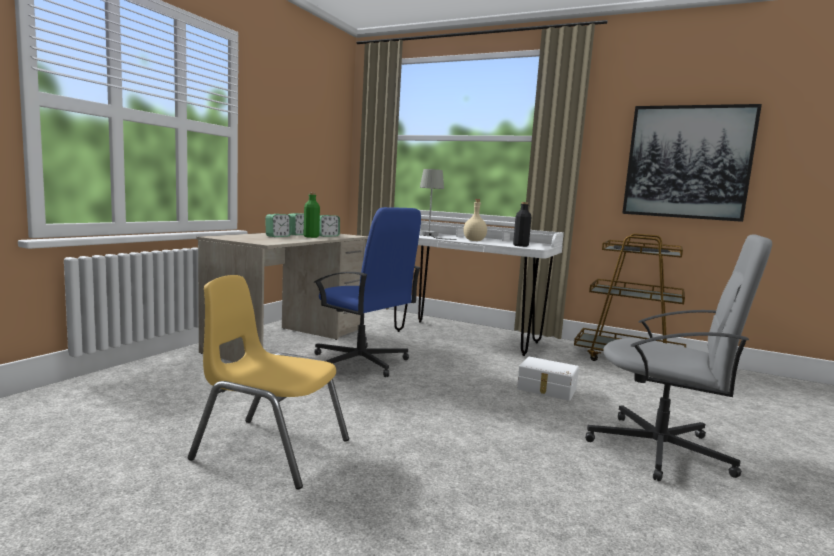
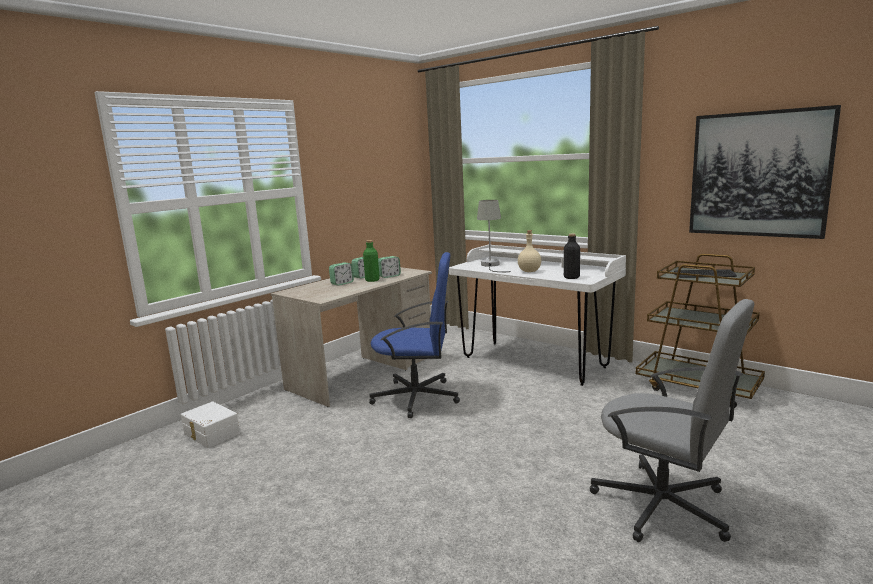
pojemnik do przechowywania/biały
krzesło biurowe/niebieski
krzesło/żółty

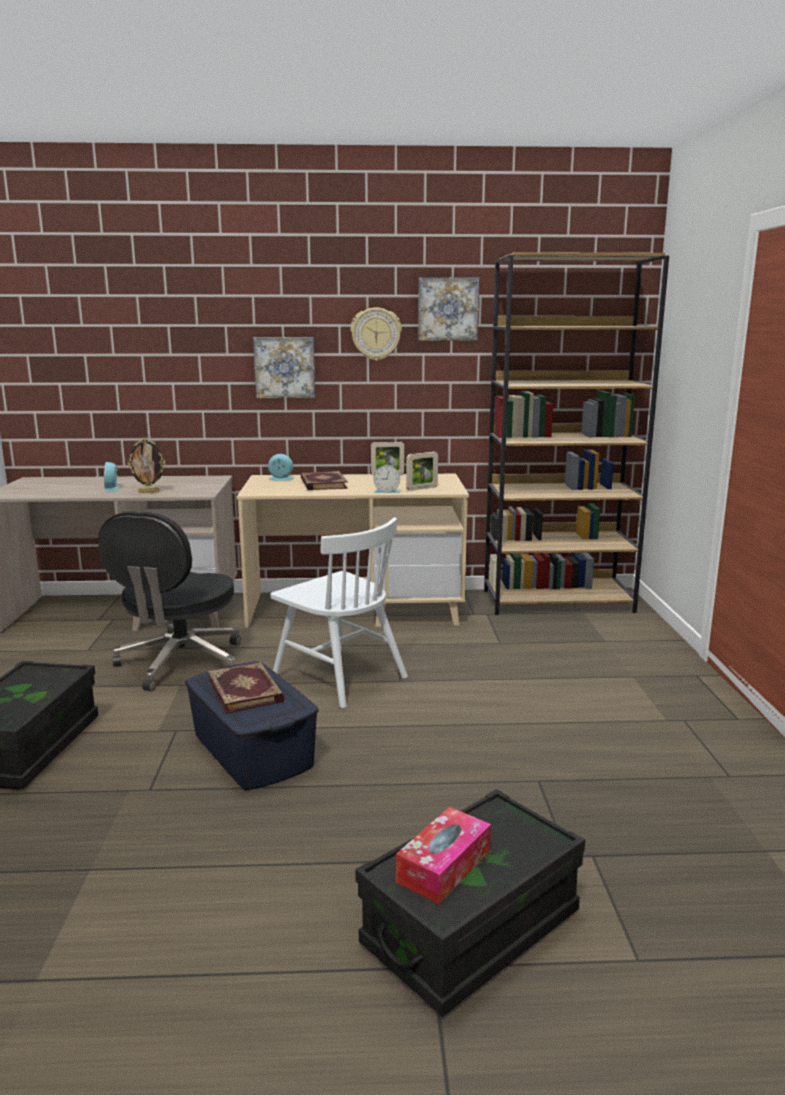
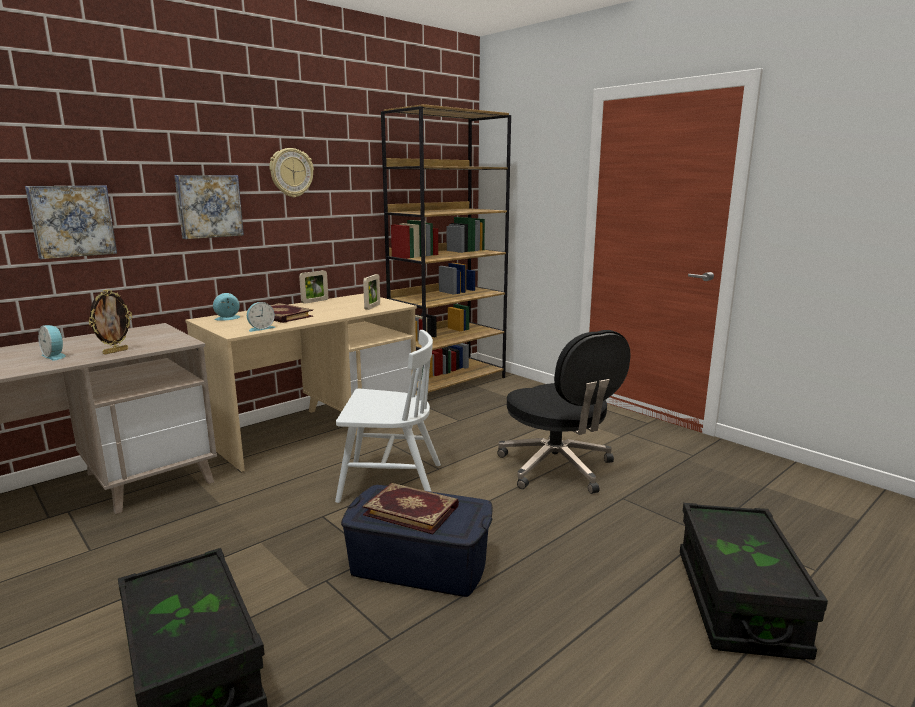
obraz (1st from left)
budzik (3rd from left)
krzesło biurowe/czarny
pudełko chusteczek

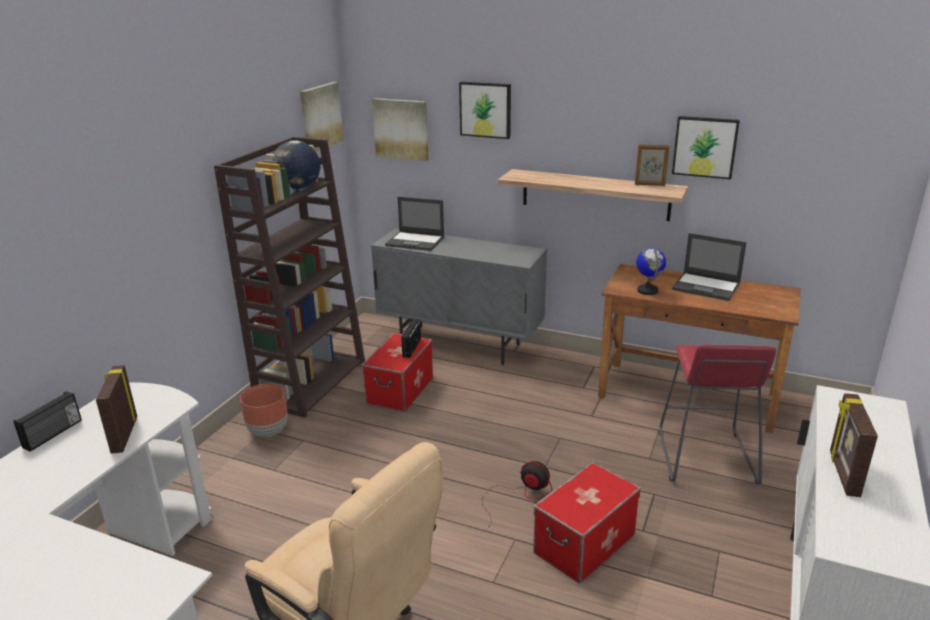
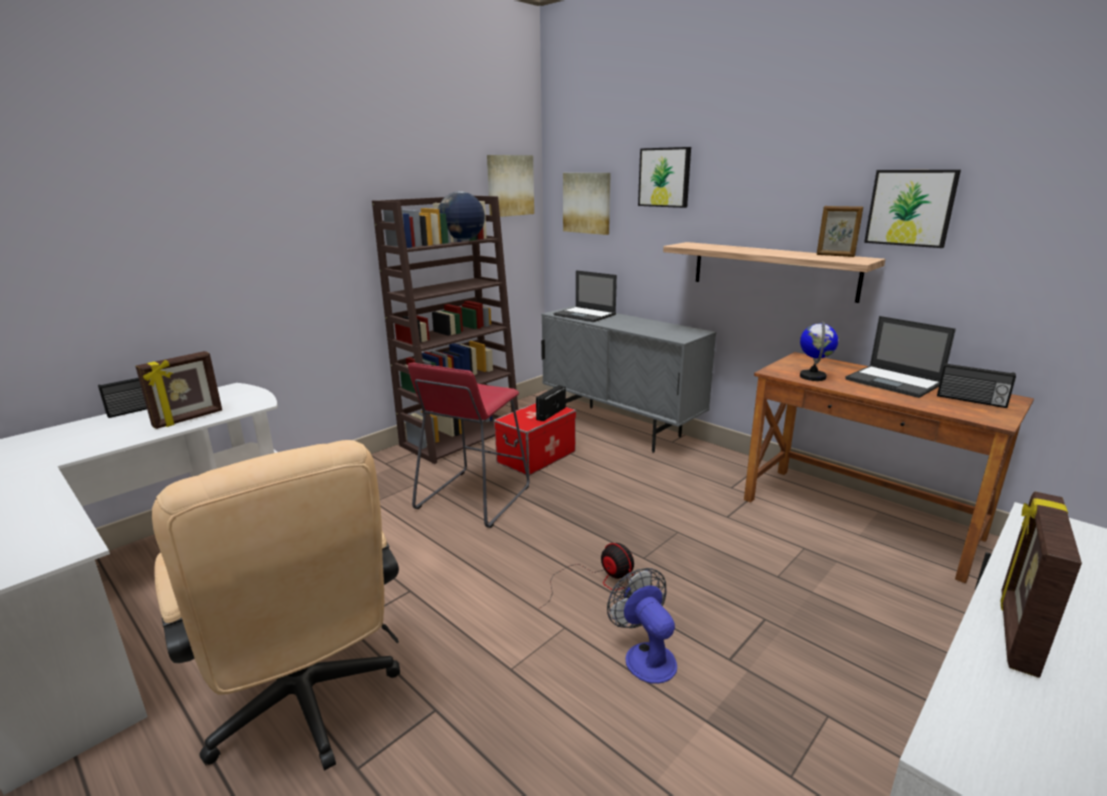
ramka na zdjęcie (1st from left)
stołek/czerwony
wentylator (2nd from left)
radio (3rd from left)
donica/brązowy

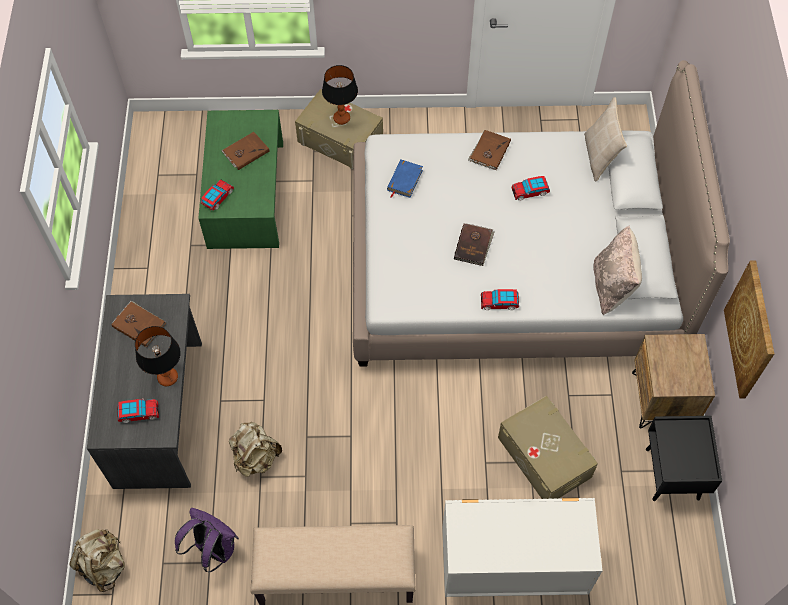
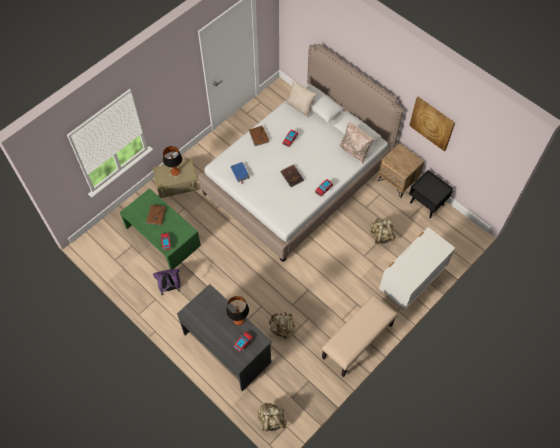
plecak/fioletowy
plecak/beżowy (3rd from left)
książka/brązowy (1st from left in the first image)

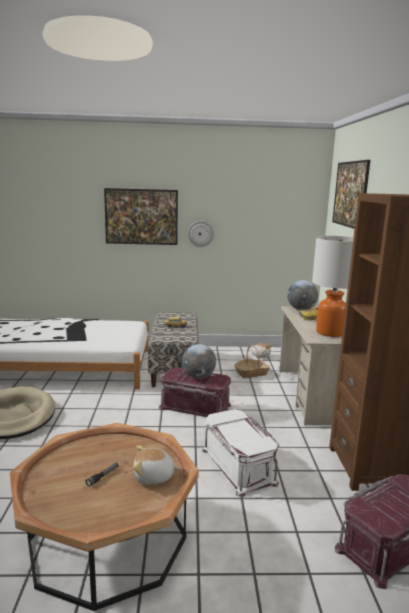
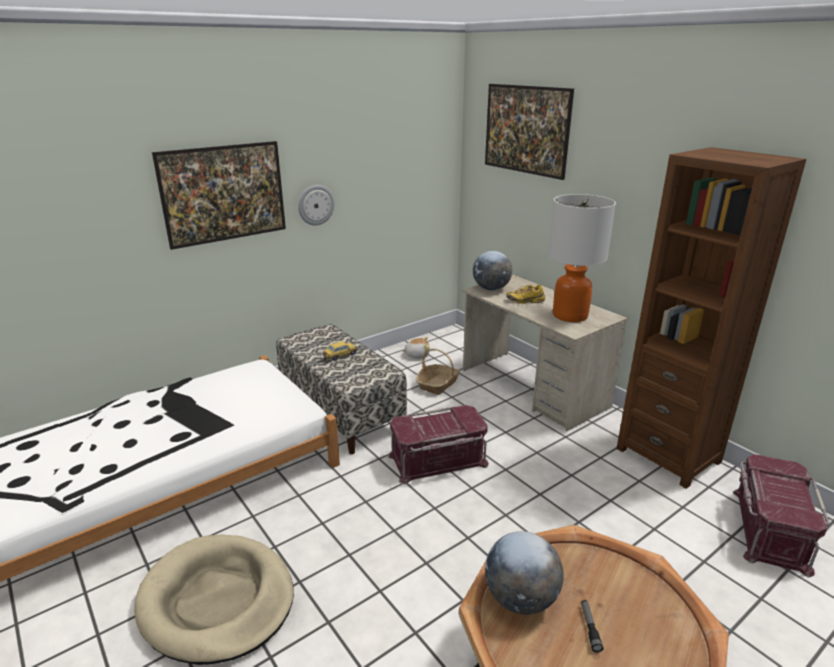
globus (2nd from left)
pluszak (1st from left in the first image)
pojemnik do przechowywania/biały

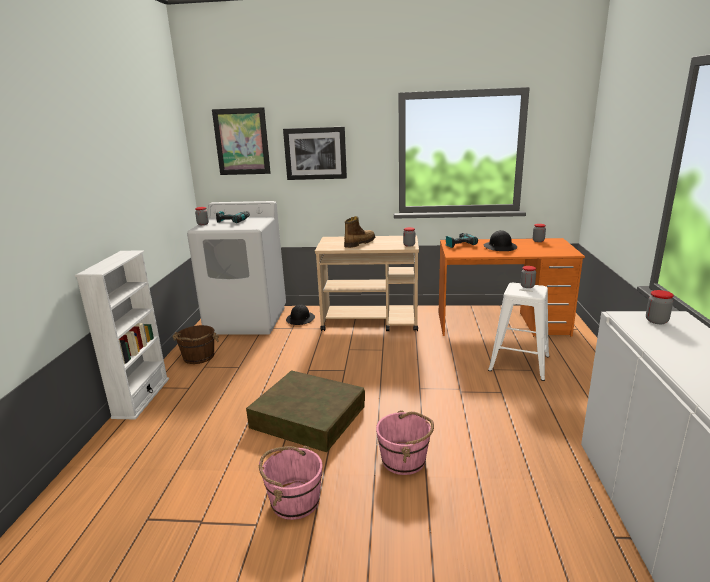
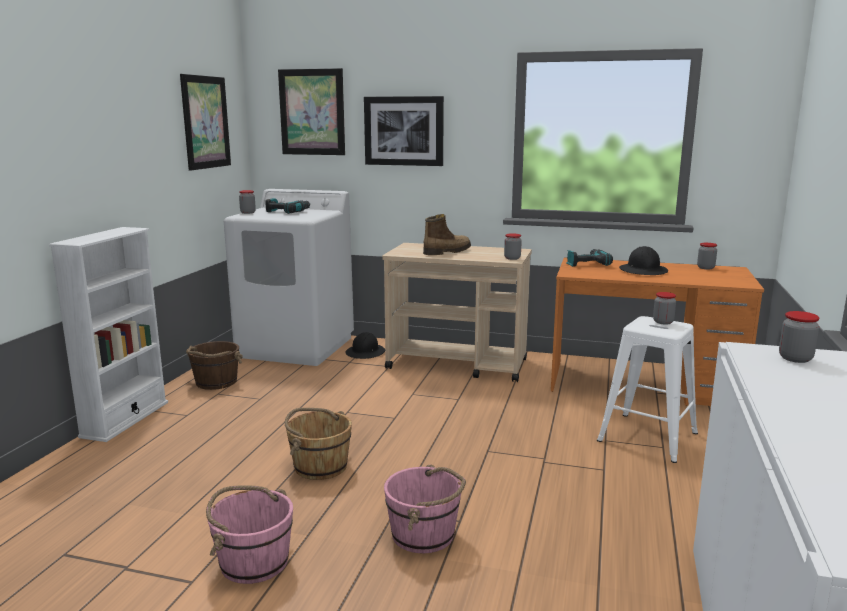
obraz (1st from left)
wiadro/brązowy (2nd from left)

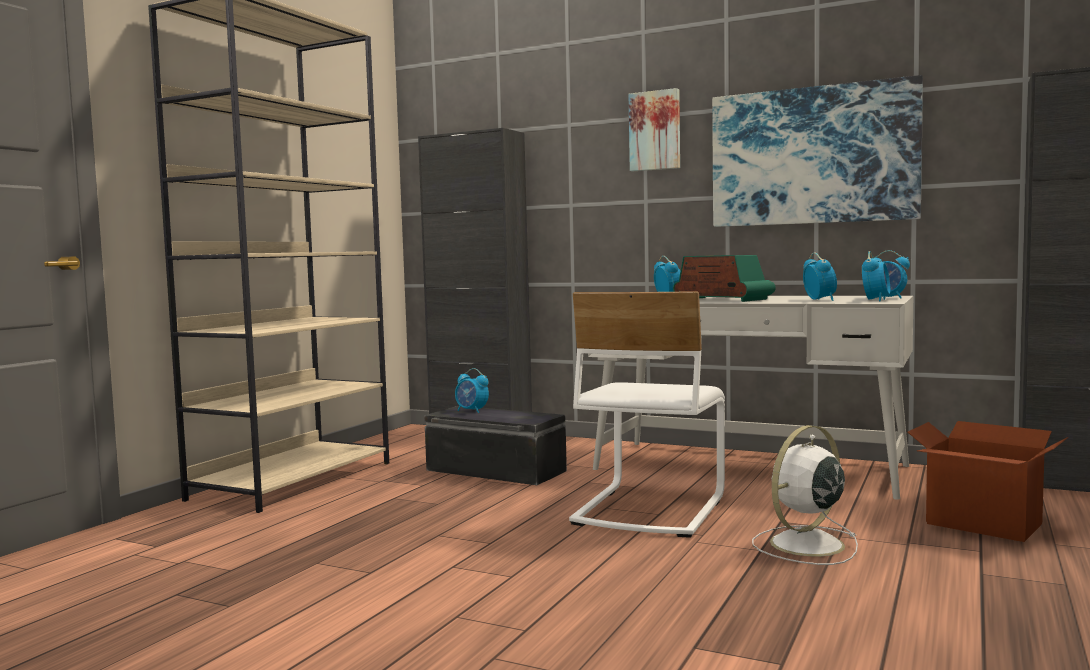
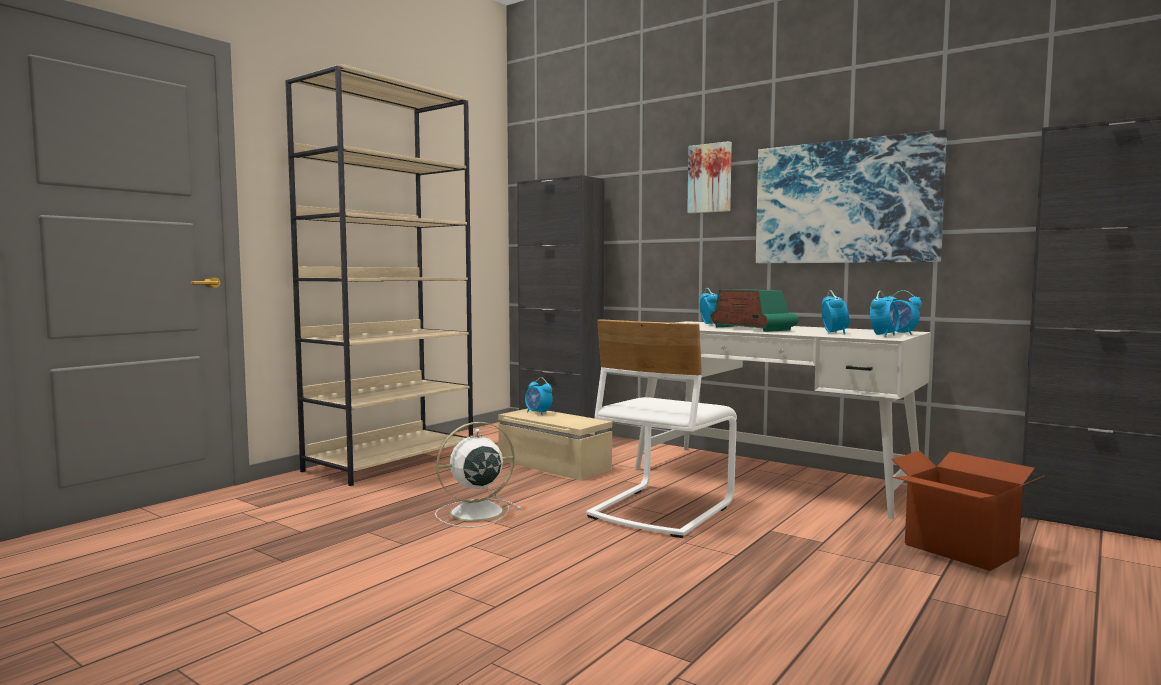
wentylator/biały
pojemnik do przechowywania/beżowy

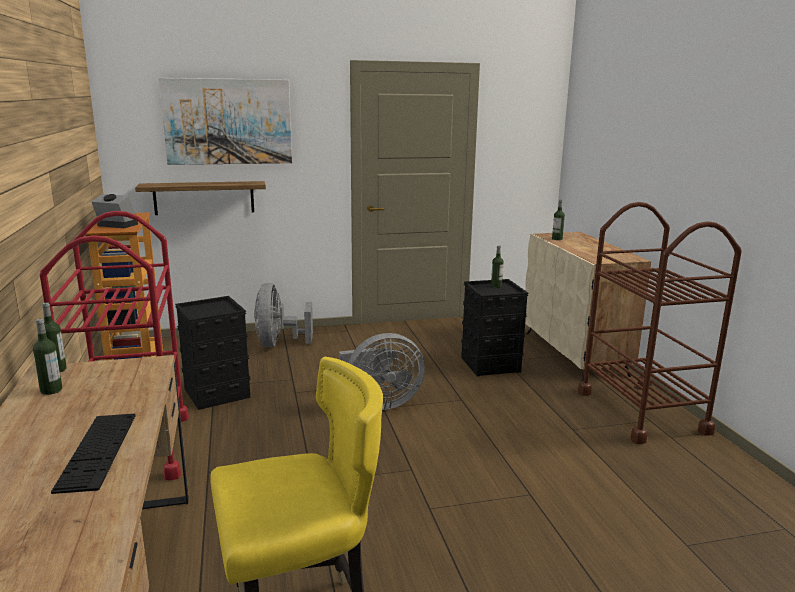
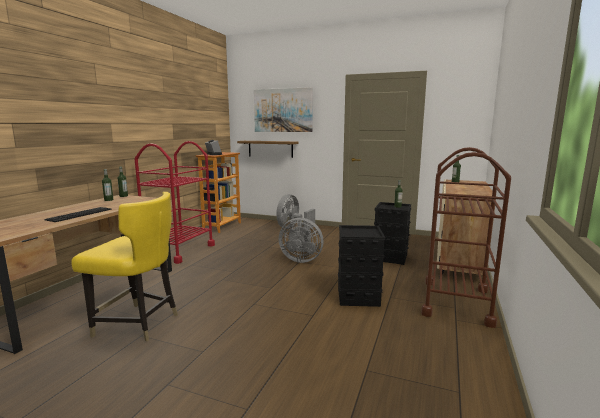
pojemnik do przechowywania/czarny (1st from left)

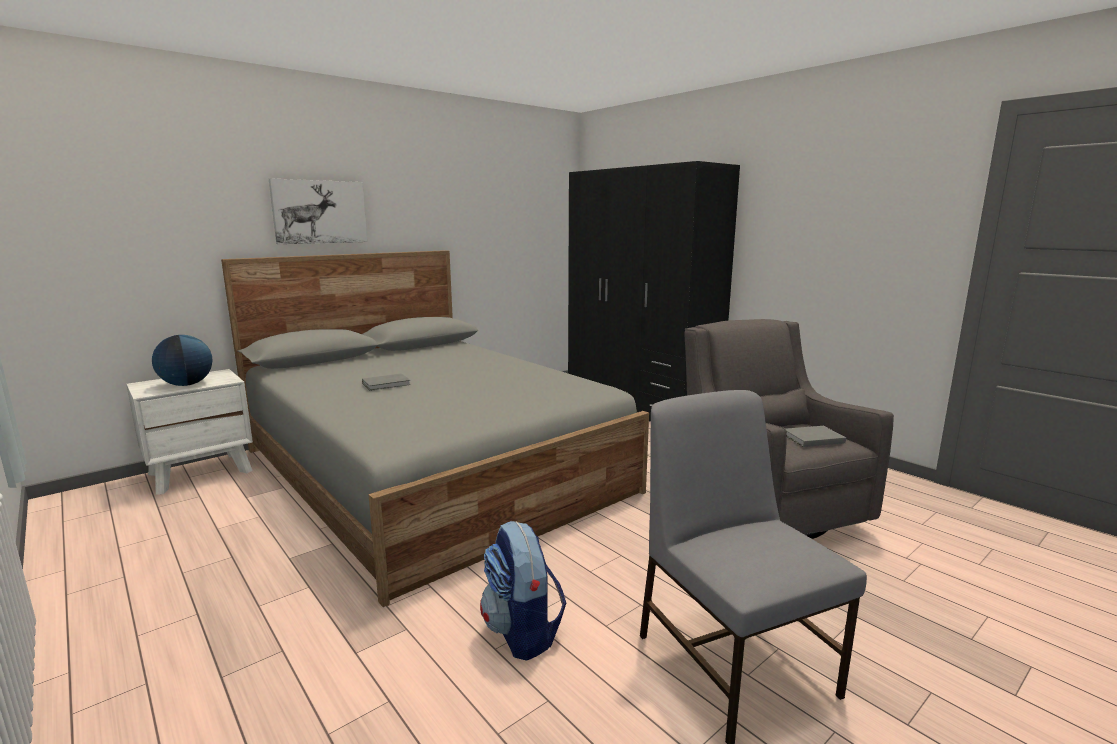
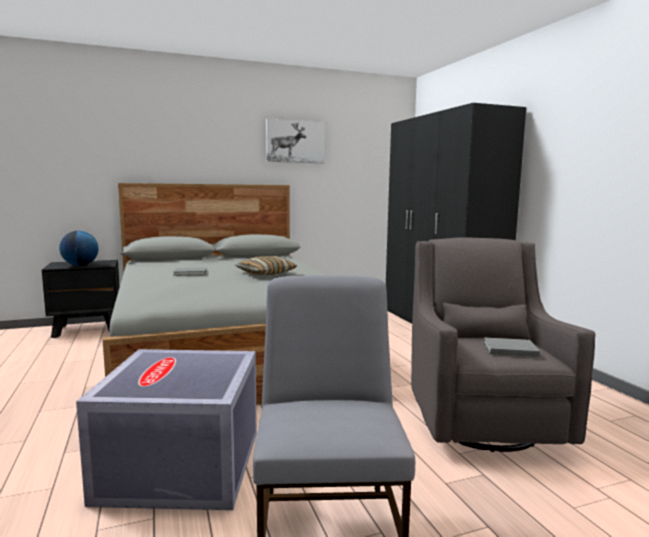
szafka nocna/czarny
pojemnik do przechowywania/szary
poduszka
obraz

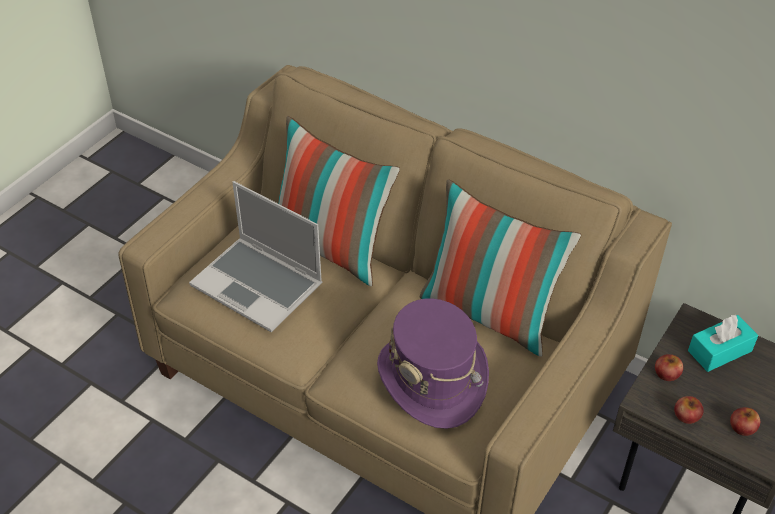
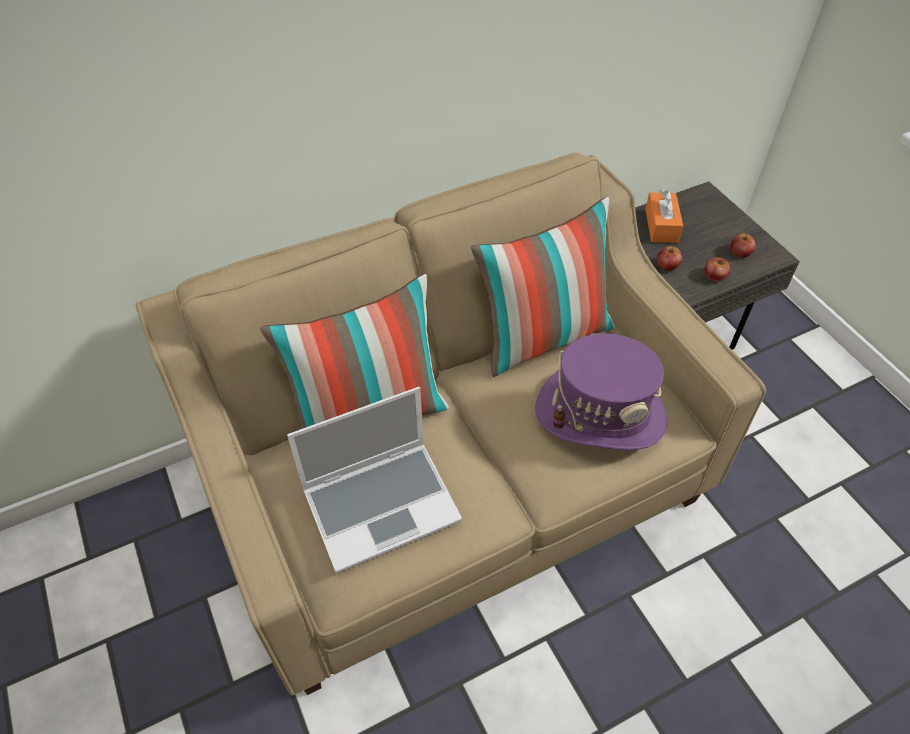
pudełko chusteczek/pomarańczowy

